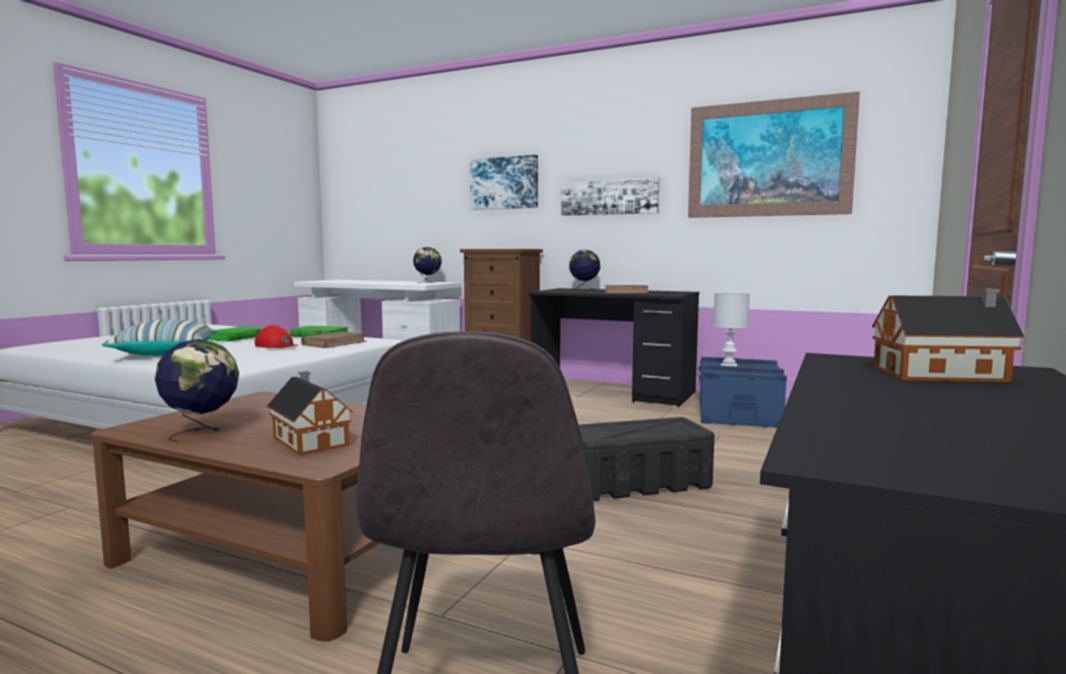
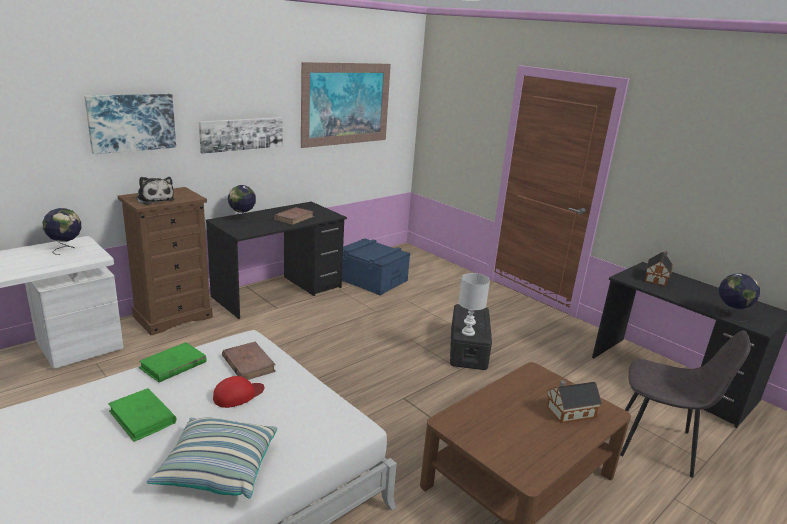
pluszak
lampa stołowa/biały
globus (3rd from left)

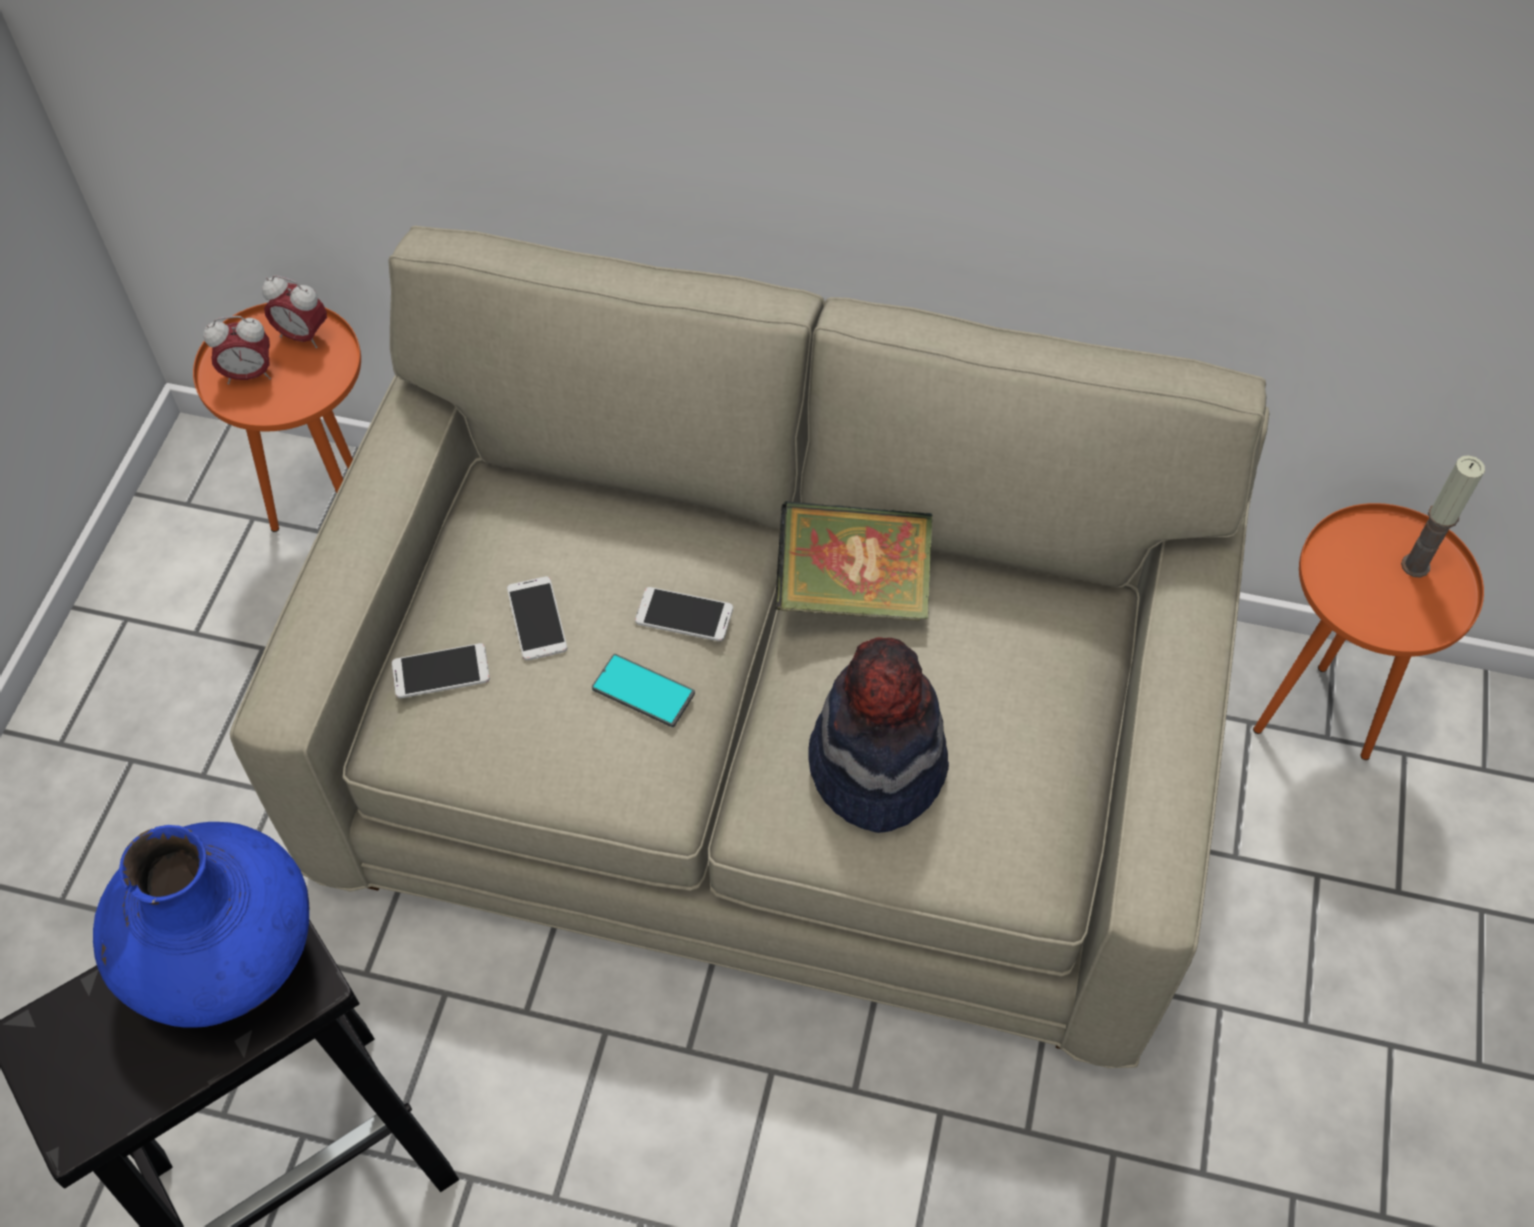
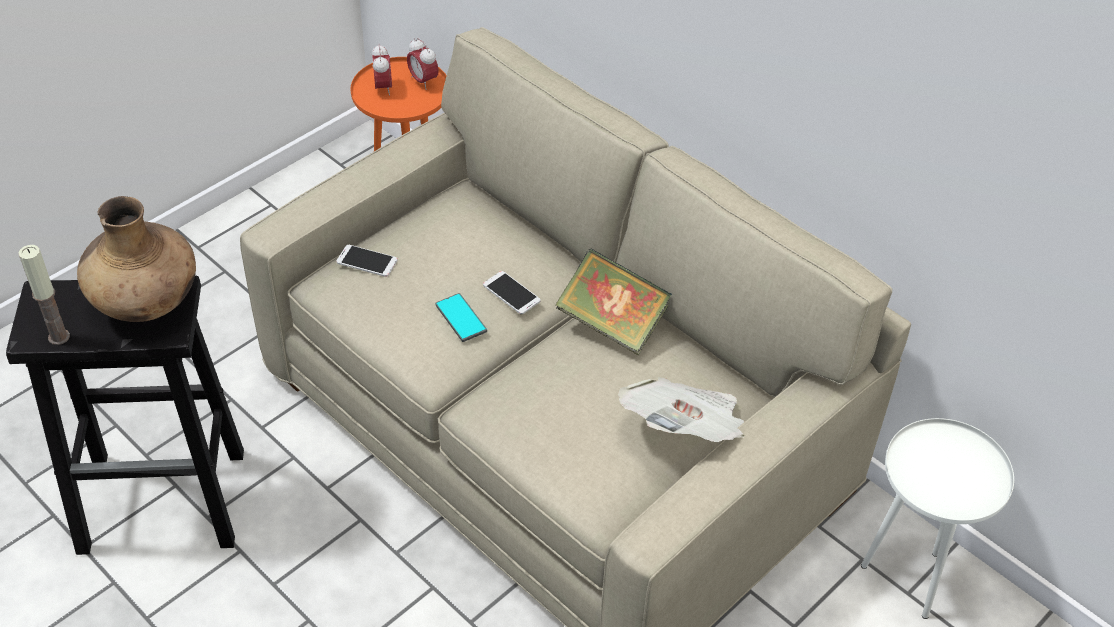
świeca
wazon/brązowy
budzik (1st from left)
gazeta
stolik/biały
telefon (2nd from left in the first image)
kapelusz

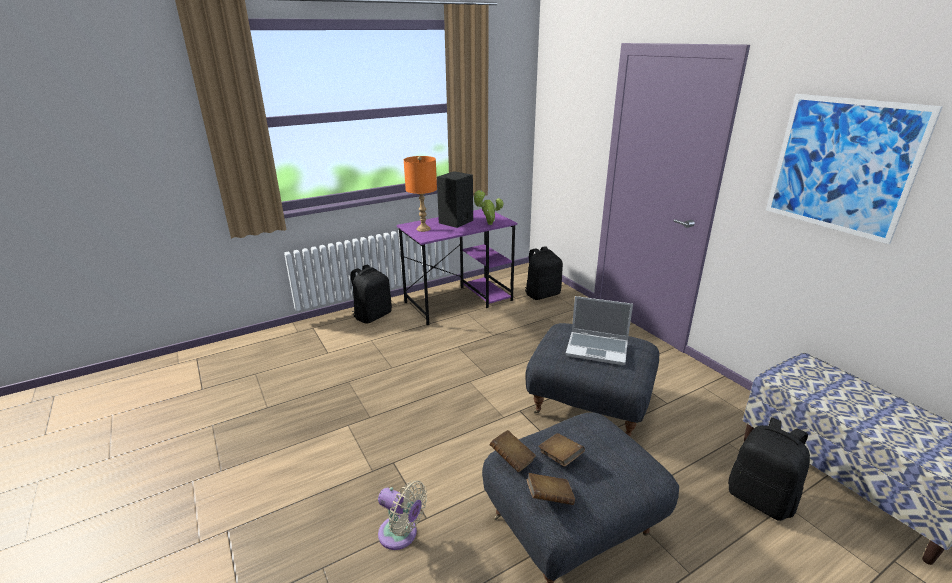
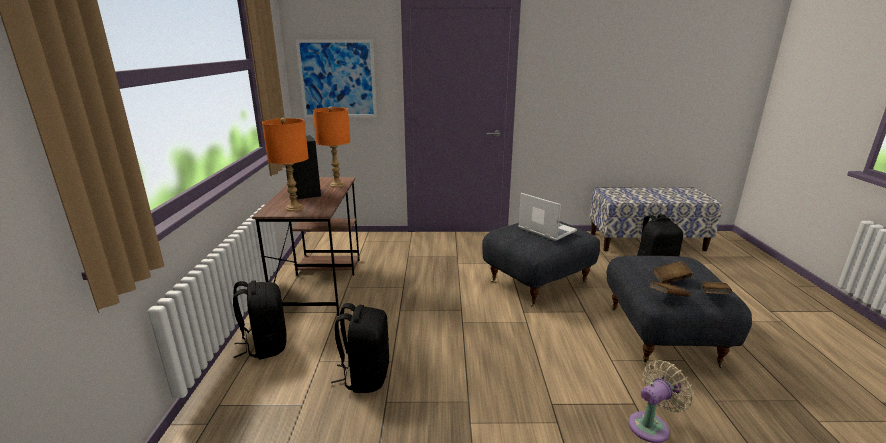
biurko/brązowy
obraz
lampa stołowa/pomarańczowy (2nd from left)
plecak/czarny (2nd from left)
laptop

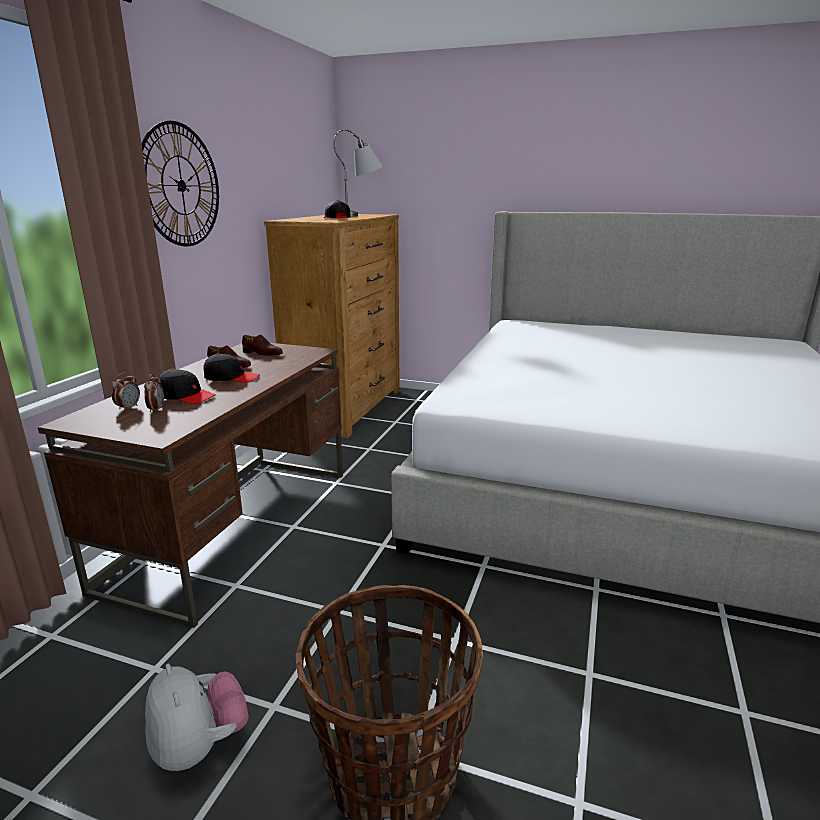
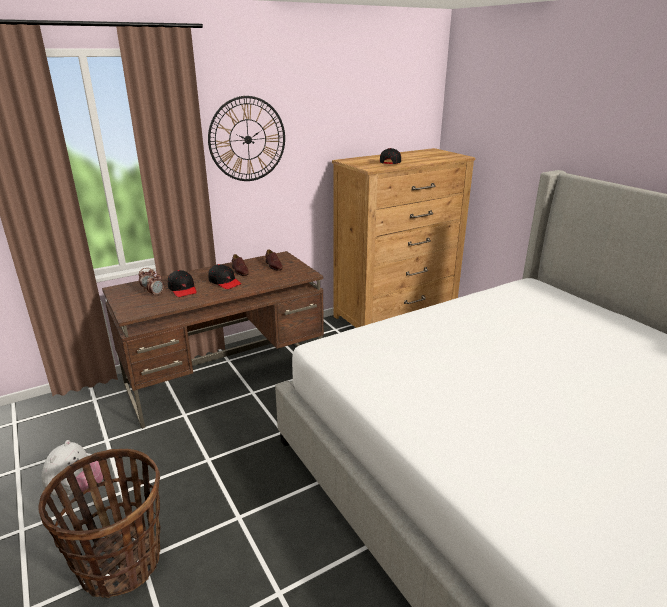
lampa stołowa/szary

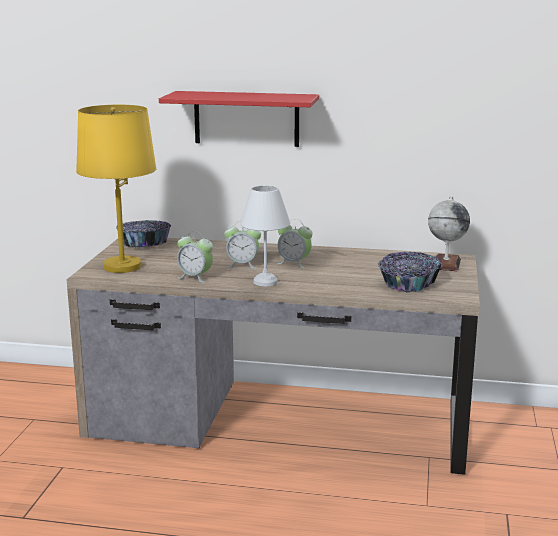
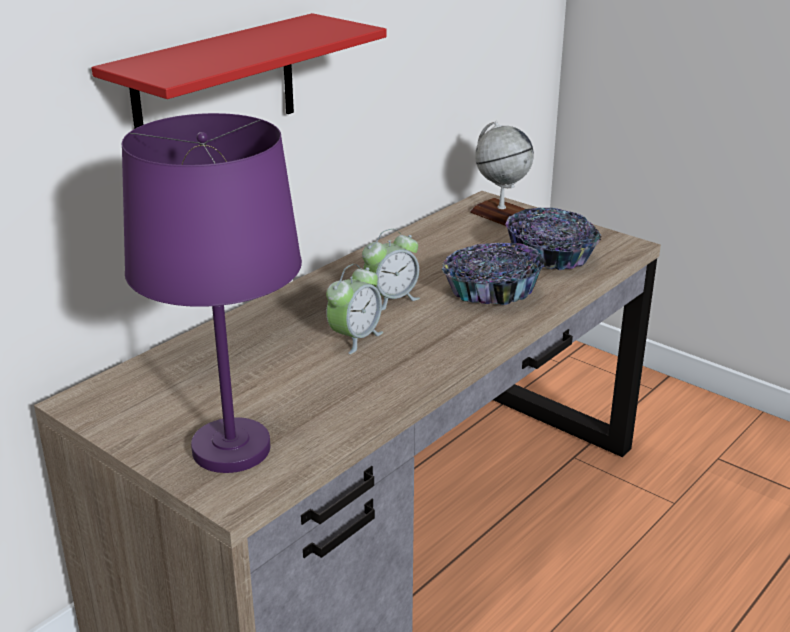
lampa stołowa/fioletowy
miska (1st from left)
budzik (1st from left in the first image)
lampa stołowa/biały

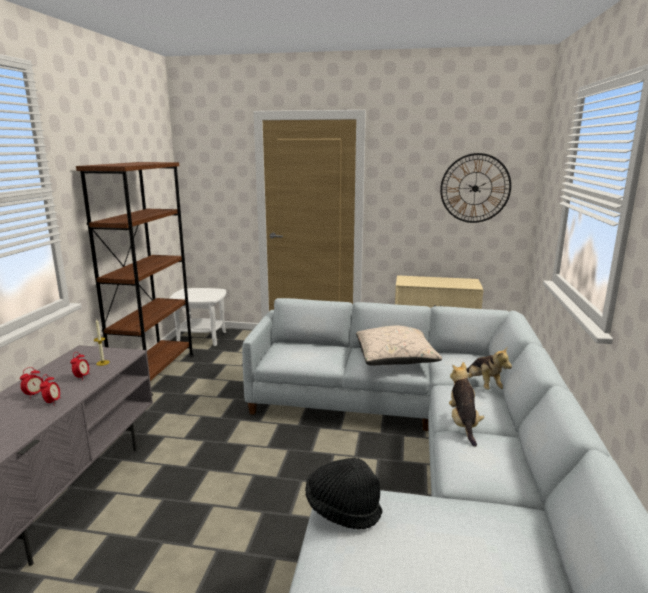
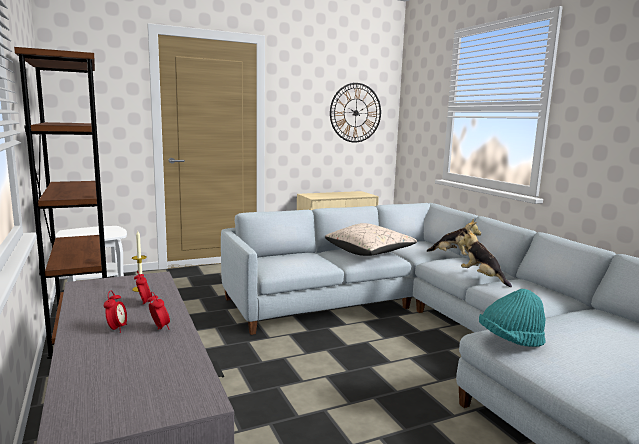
kapelusz/turkusowy

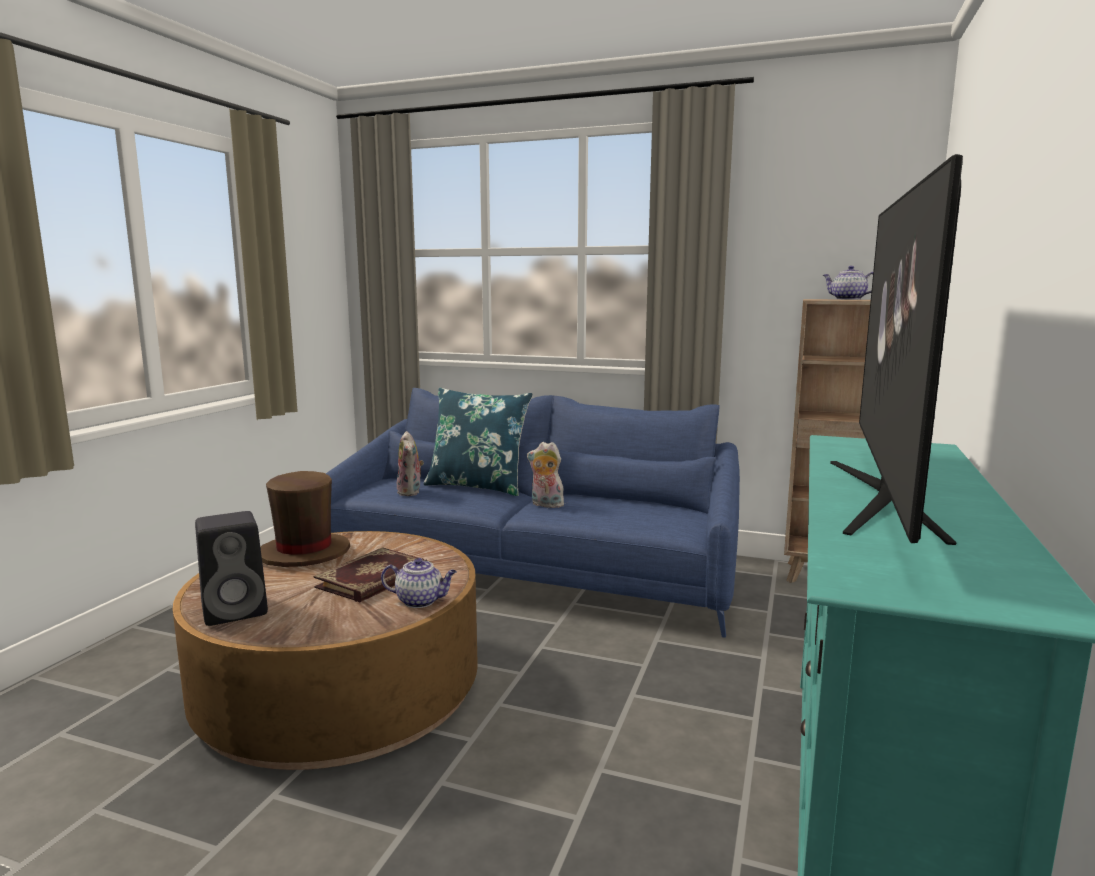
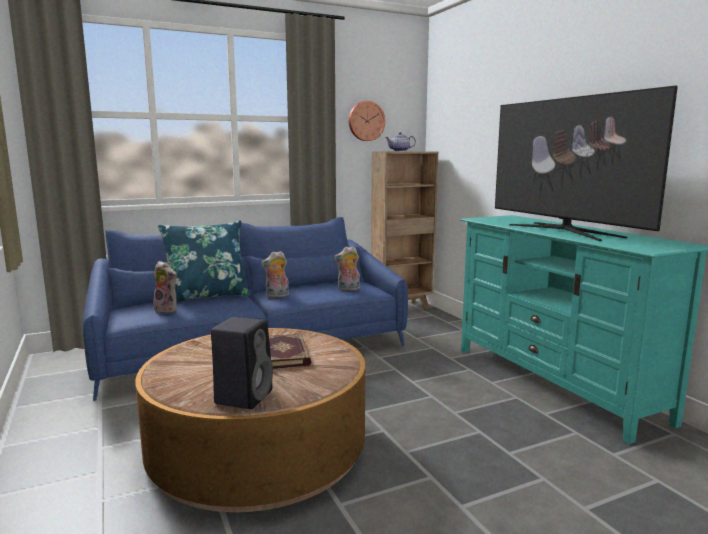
pluszak (3rd from left)
zegar ścienny
kapelusz/brązowy
imbryk (1st from left in the first image)

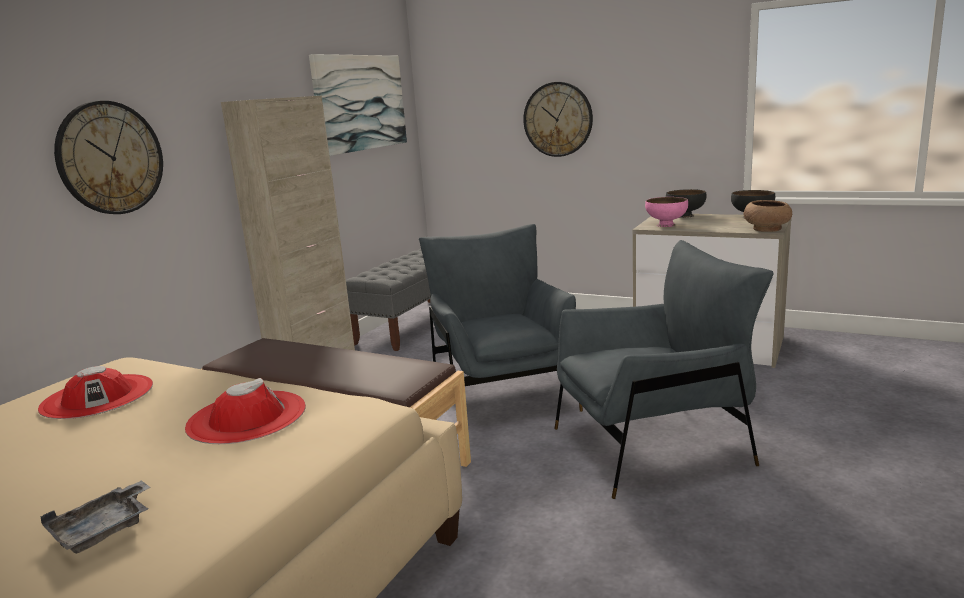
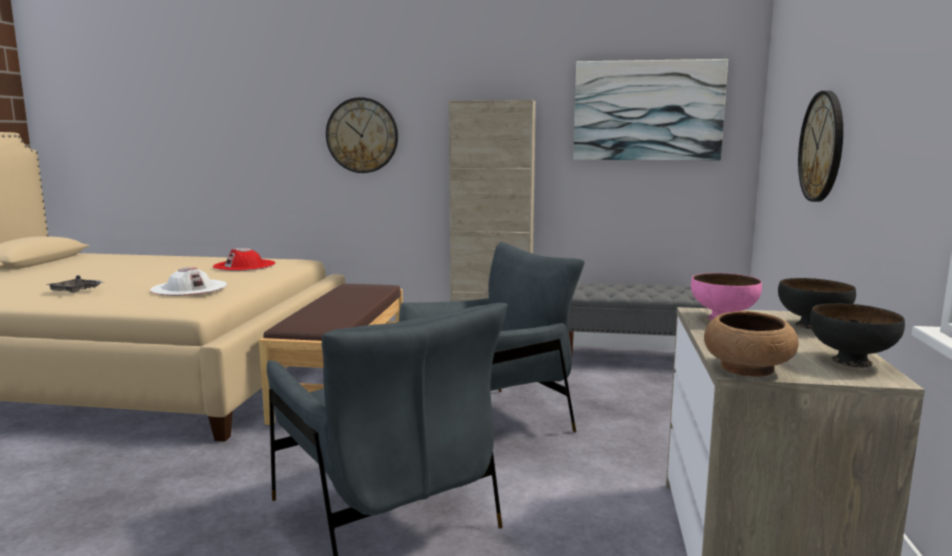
kapelusz/biały

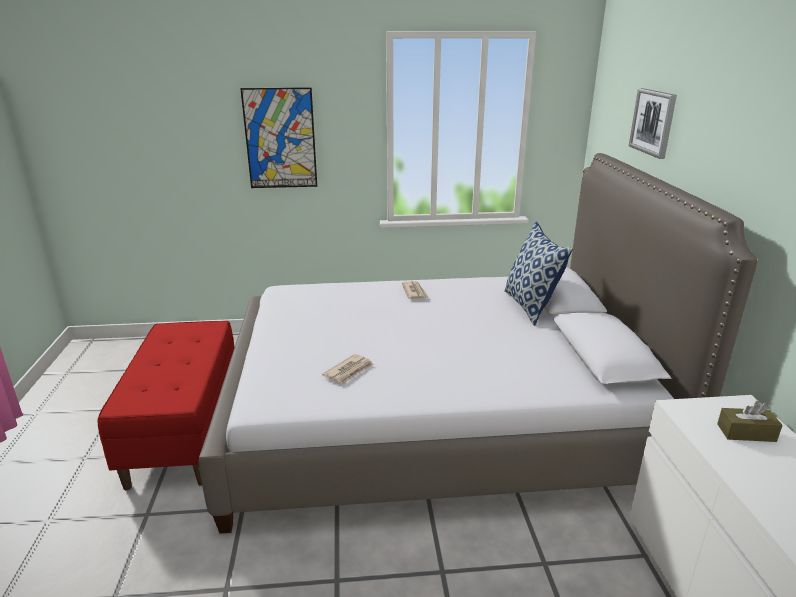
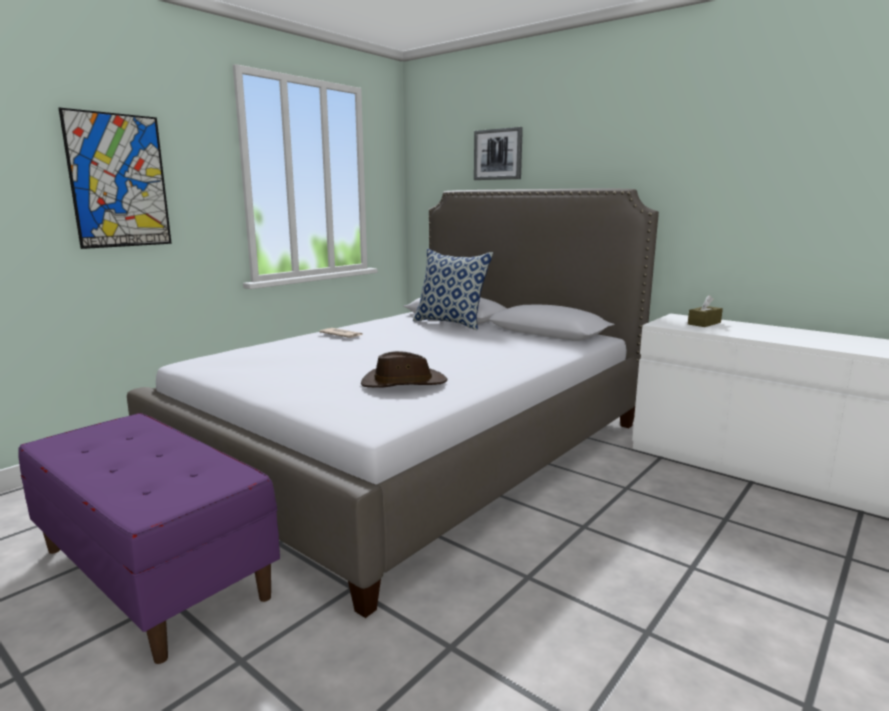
ławka/fioletowy
kapelusz/brązowy

